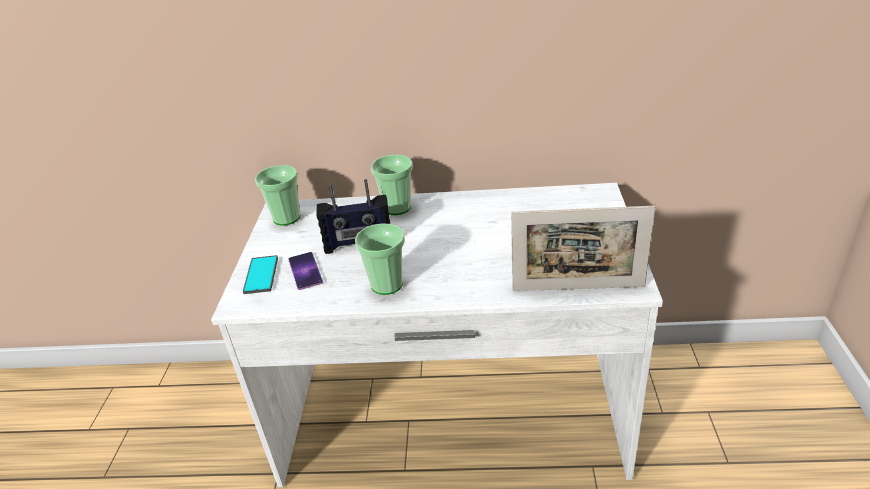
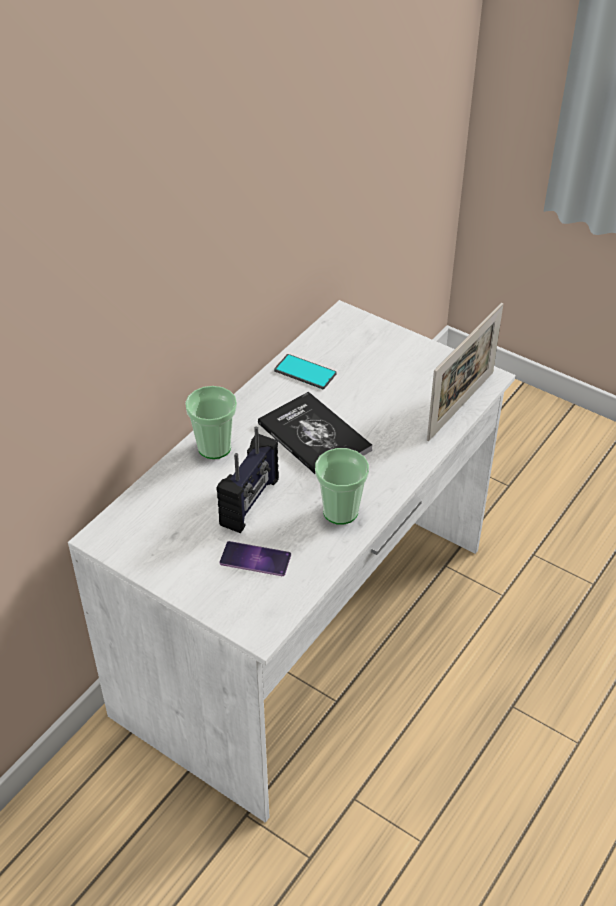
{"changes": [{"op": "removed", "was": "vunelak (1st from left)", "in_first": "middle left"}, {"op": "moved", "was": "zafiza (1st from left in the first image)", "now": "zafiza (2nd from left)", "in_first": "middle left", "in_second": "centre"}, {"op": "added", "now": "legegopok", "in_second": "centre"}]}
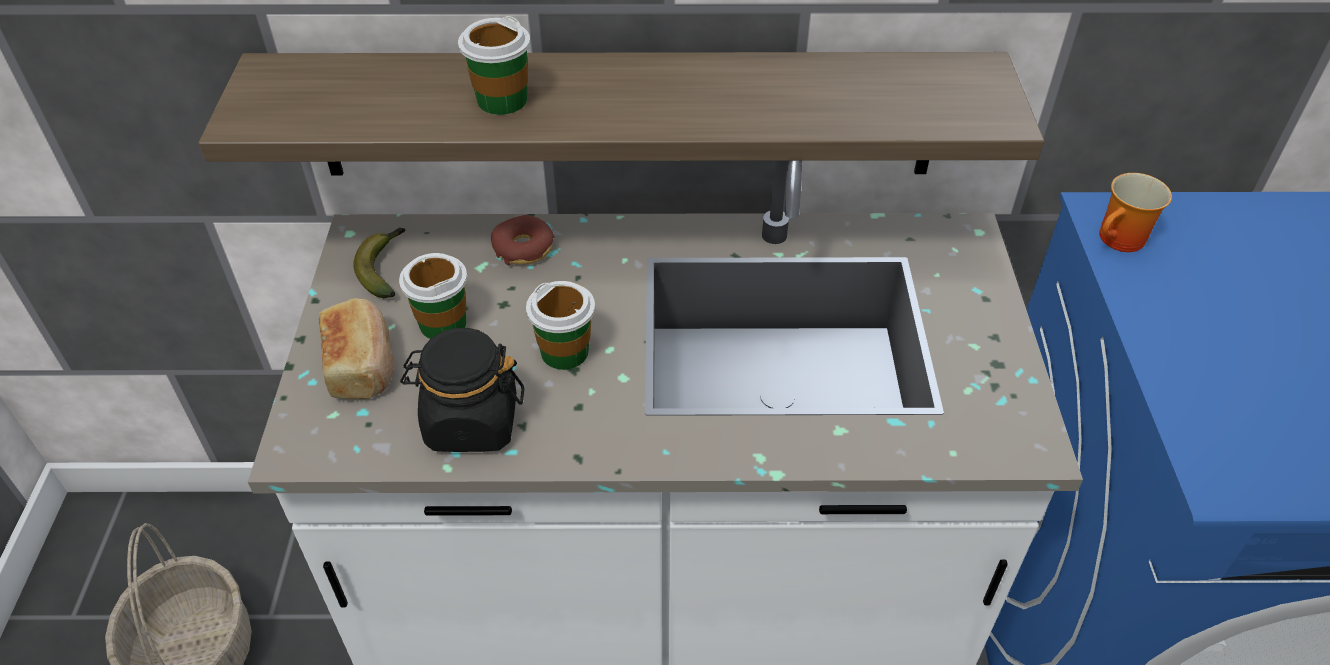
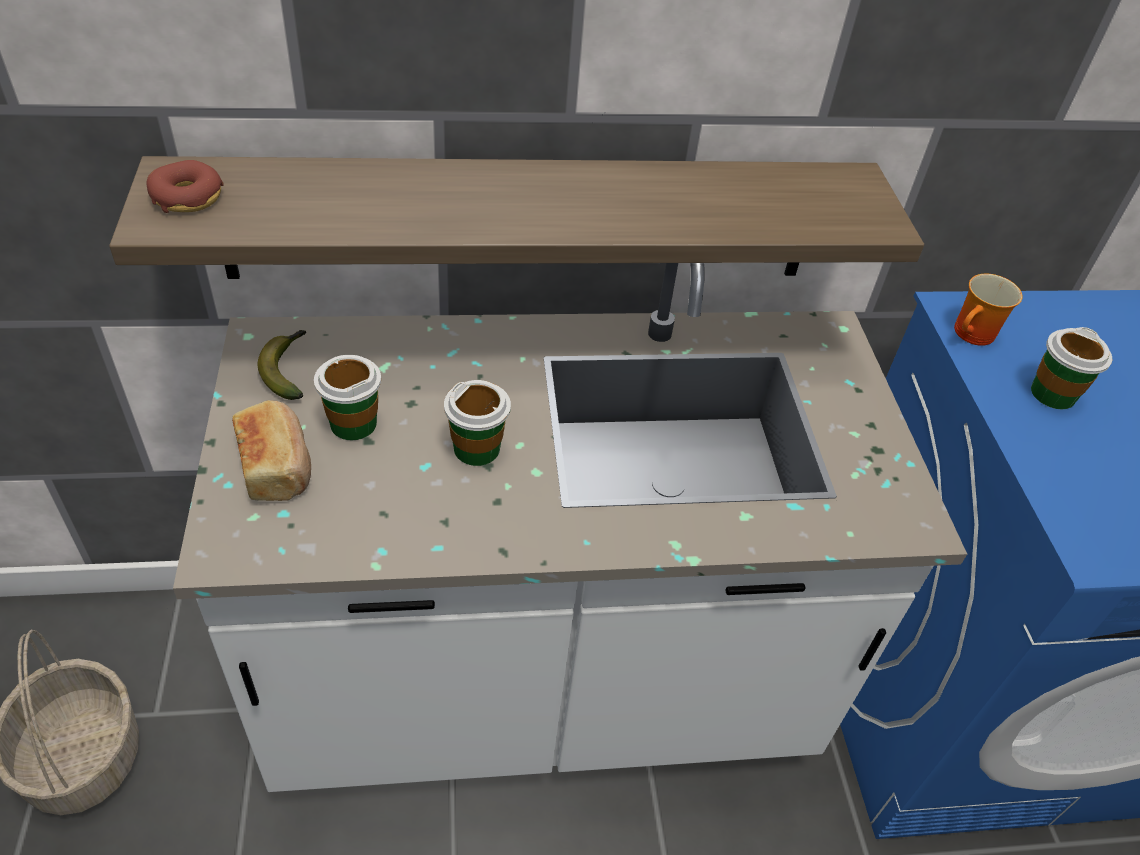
{"changes": [{"op": "moved", "was": "vunelak (2nd from left in the first image)", "now": "vunelak (3rd from left)", "in_first": "top centre", "in_second": "middle right"}, {"op": "moved", "was": "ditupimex", "in_first": "centre", "in_second": "top left"}, {"op": "removed", "was": "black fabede", "in_first": "centre"}]}
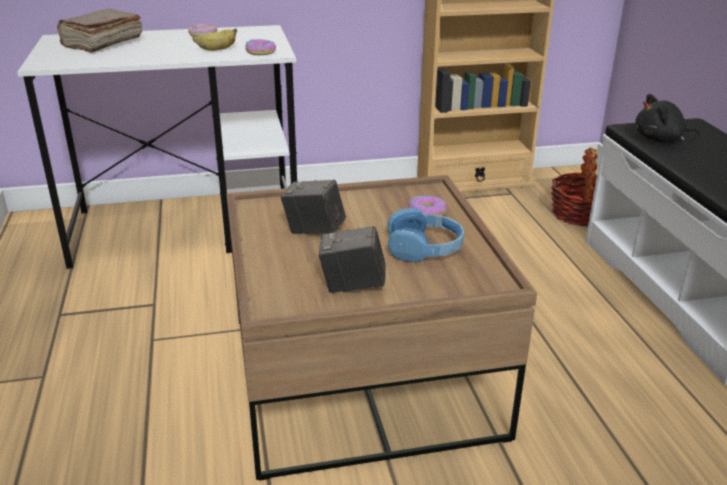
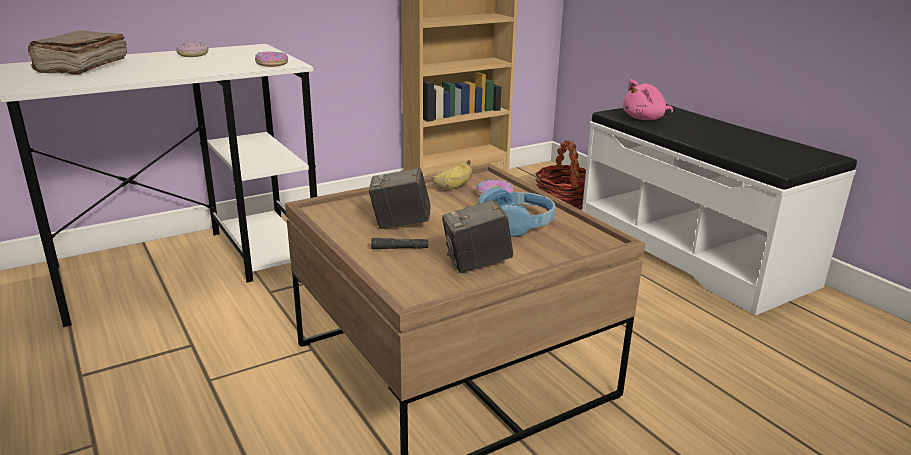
{"changes": [{"op": "moved", "was": "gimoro", "in_first": "top left", "in_second": "centre"}, {"op": "recoloured", "was": "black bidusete", "now": "pink bidusete", "in_first": "top right", "in_second": "top right"}, {"op": "added", "now": "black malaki", "in_second": "centre"}]}
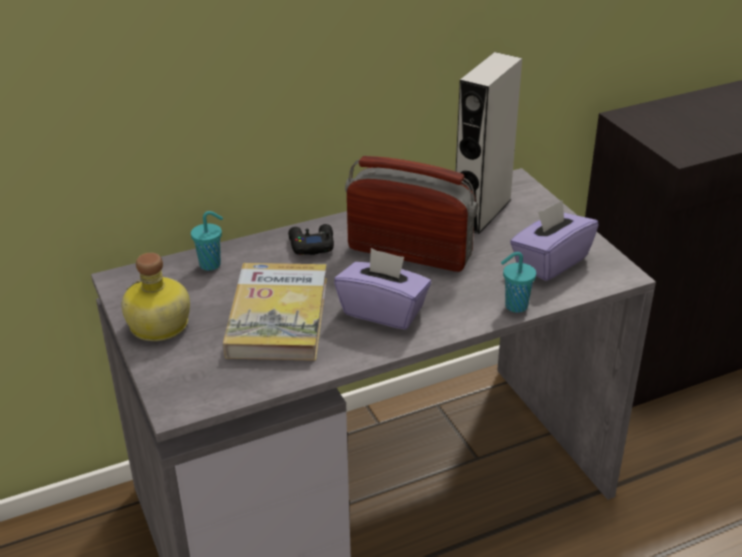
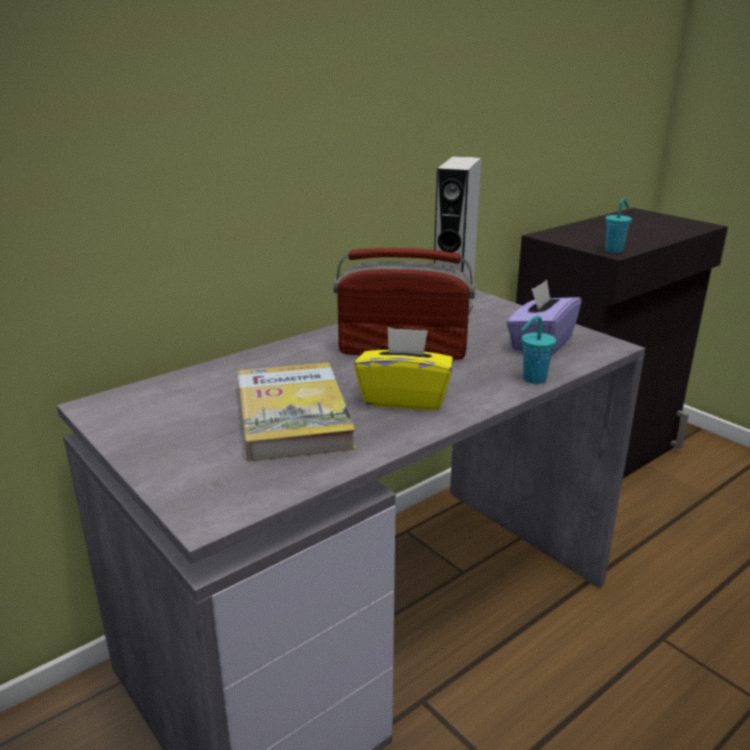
{"changes": [{"op": "moved", "was": "turquoise vunelak (1st from left in the first image)", "now": "turquoise vunelak (2nd from left)", "in_first": "middle left", "in_second": "top right"}, {"op": "removed", "was": "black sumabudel", "in_first": "centre"}, {"op": "recoloured", "was": "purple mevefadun (1st from left)", "now": "yellow mevefadun", "in_first": "centre", "in_second": "centre"}, {"op": "removed", "was": "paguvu", "in_first": "middle left"}]}
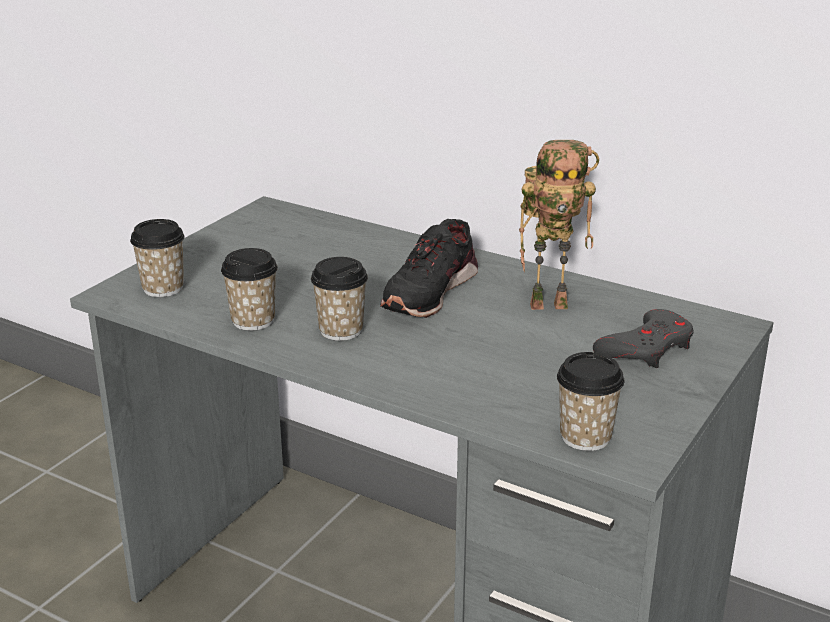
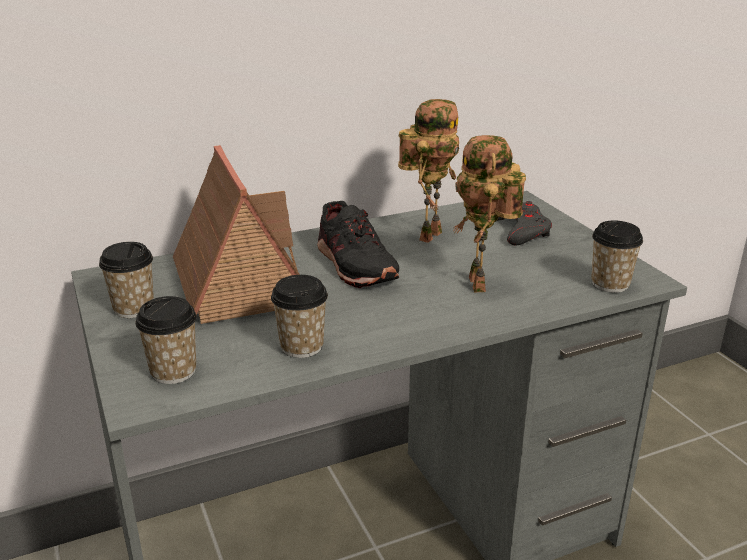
{"changes": [{"op": "moved", "was": "vunelak (3rd from left in the first image)", "now": "vunelak (1st from left)", "in_first": "centre", "in_second": "middle left"}, {"op": "added", "now": "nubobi (2nd from left)", "in_second": "centre"}, {"op": "added", "now": "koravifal", "in_second": "middle left"}]}
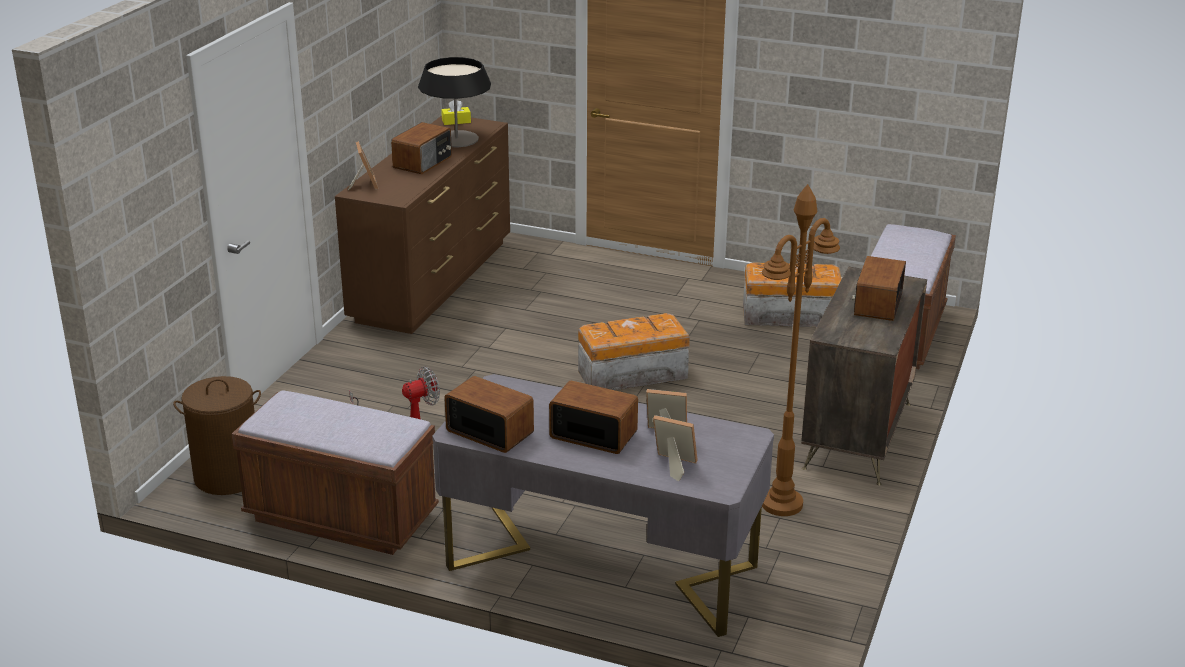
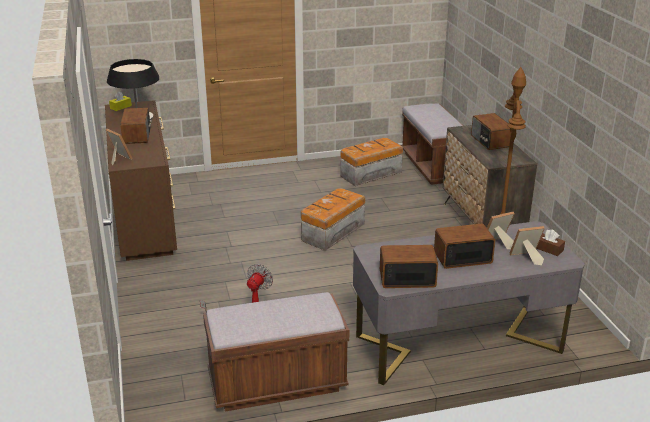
{"changes": [{"op": "removed", "was": "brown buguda", "in_first": "middle left"}, {"op": "added", "now": "brown mevefadun", "in_second": "middle right"}]}
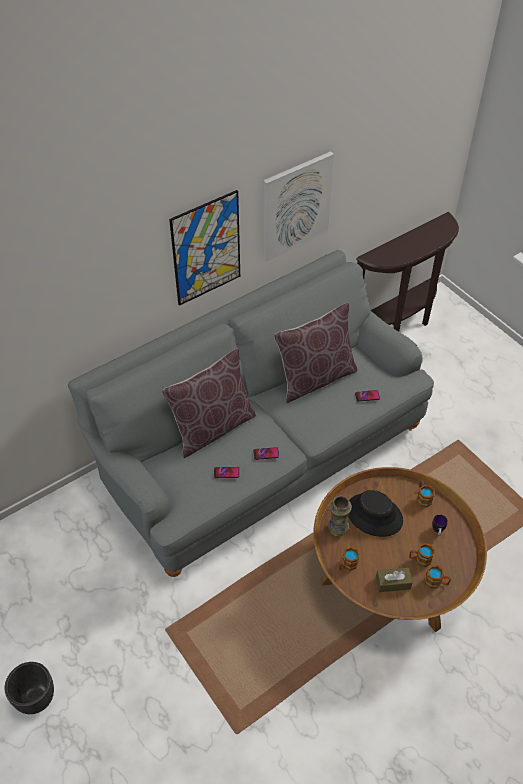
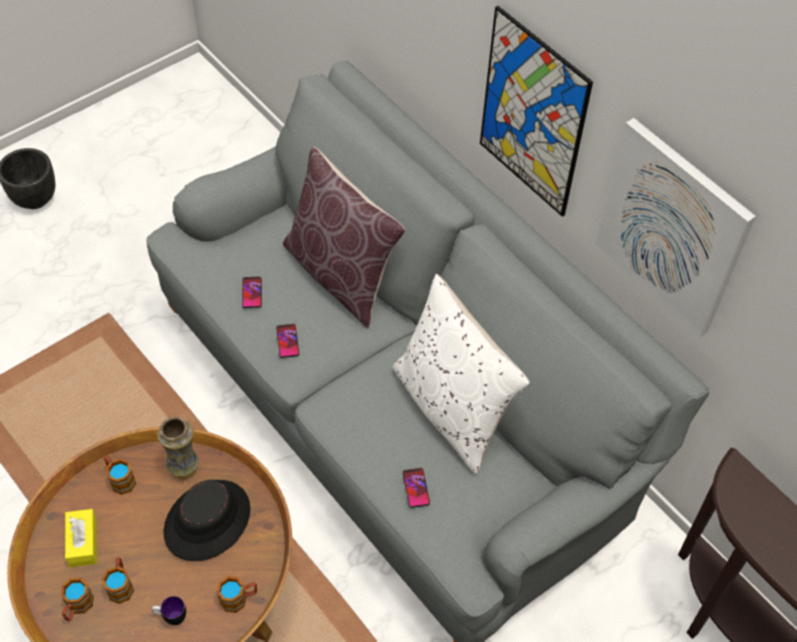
{"changes": [{"op": "recoloured", "was": "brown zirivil (2nd from left)", "now": "white zirivil", "in_first": "centre", "in_second": "centre"}, {"op": "recoloured", "was": "brown mevefadun", "now": "yellow mevefadun", "in_first": "bottom right", "in_second": "bottom left"}]}
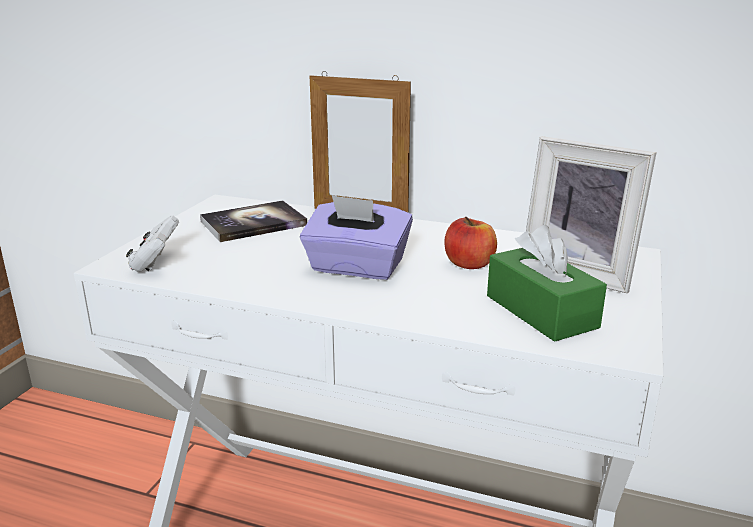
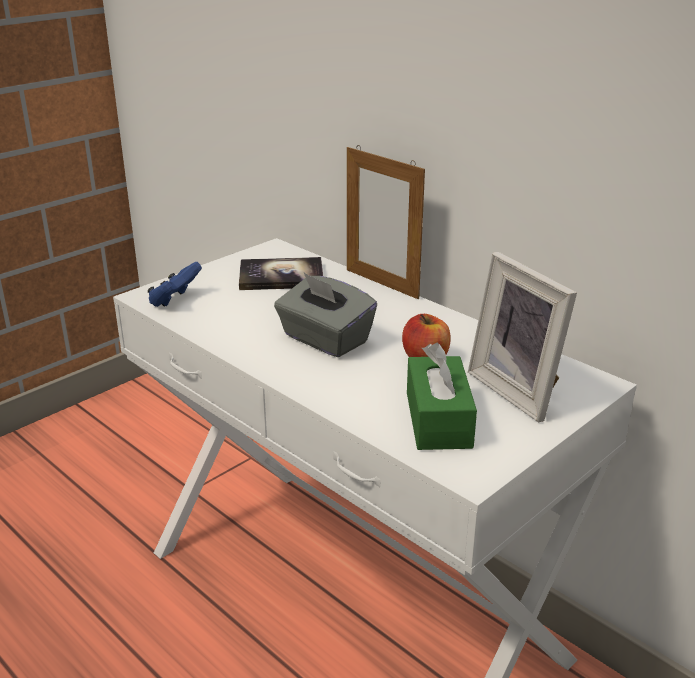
{"changes": [{"op": "recoloured", "was": "purple mevefadun", "now": "grey mevefadun", "in_first": "centre", "in_second": "centre"}, {"op": "recoloured", "was": "white sumabudel", "now": "blue sumabudel", "in_first": "middle left", "in_second": "middle left"}]}
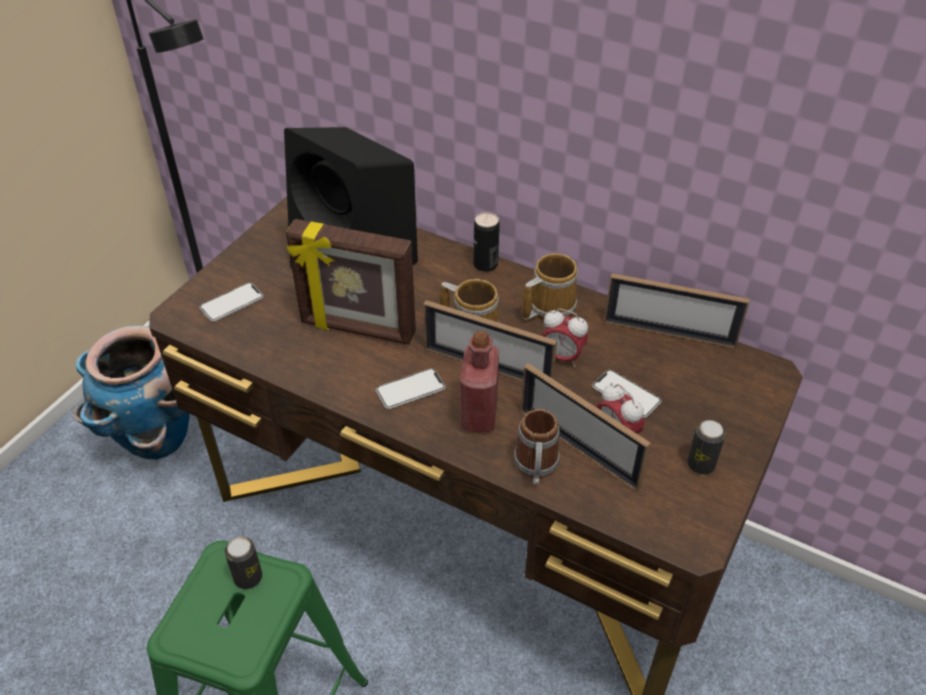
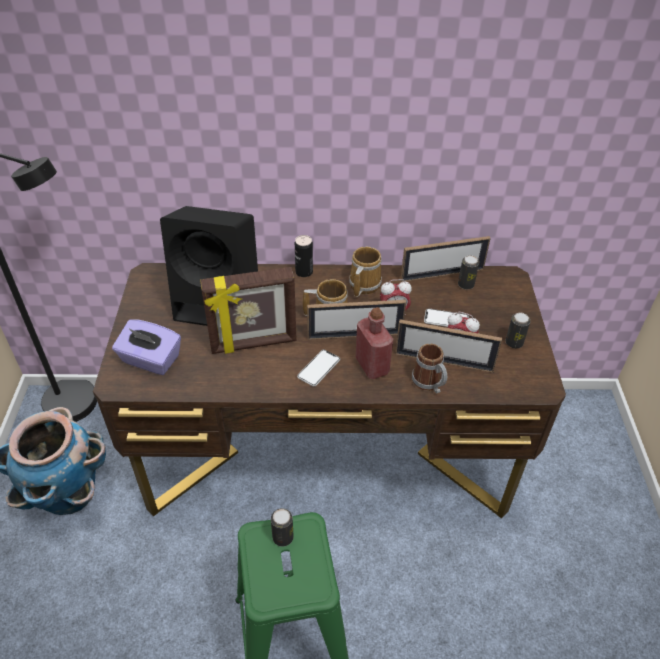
{"changes": [{"op": "replaced", "was": "zafiza (1st from left)", "now": "purple mevefadun", "in_first": "middle left", "in_second": "middle left"}, {"op": "added", "now": "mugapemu (3rd from left)", "in_second": "middle right"}]}
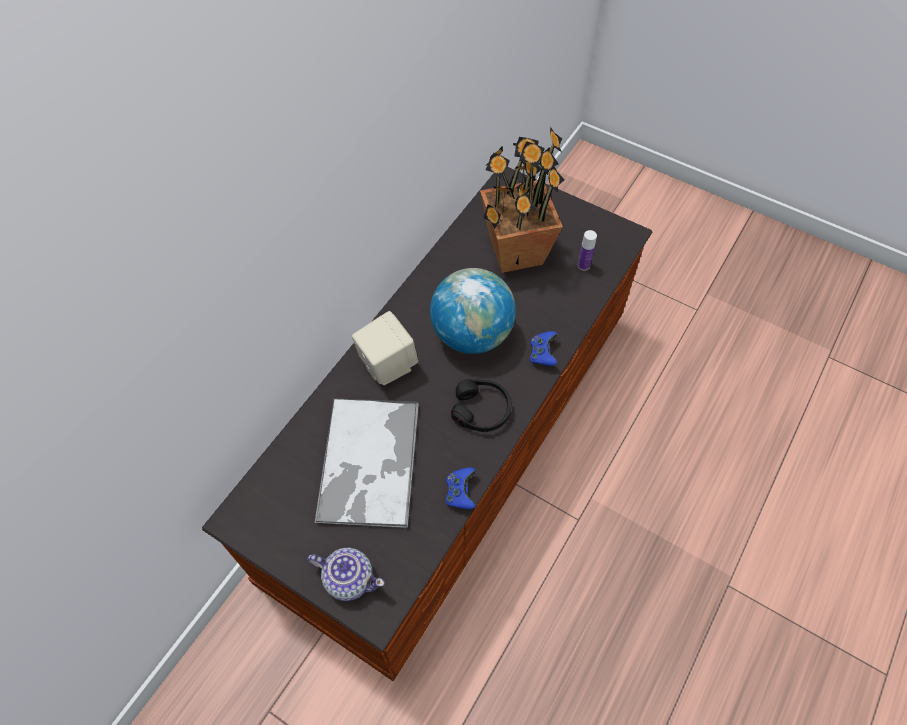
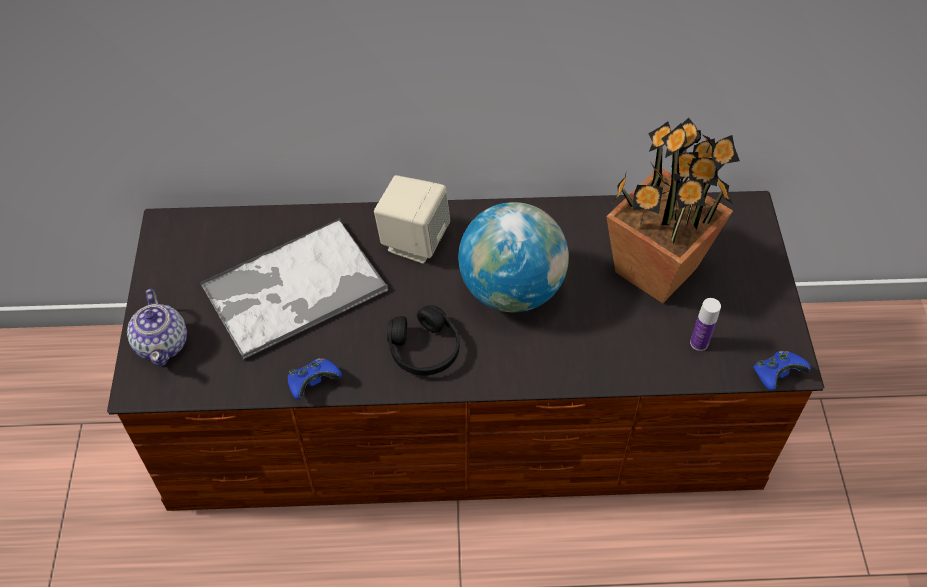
{"changes": [{"op": "moved", "was": "blue sumabudel (2nd from left)", "in_first": "centre", "in_second": "middle right"}]}
